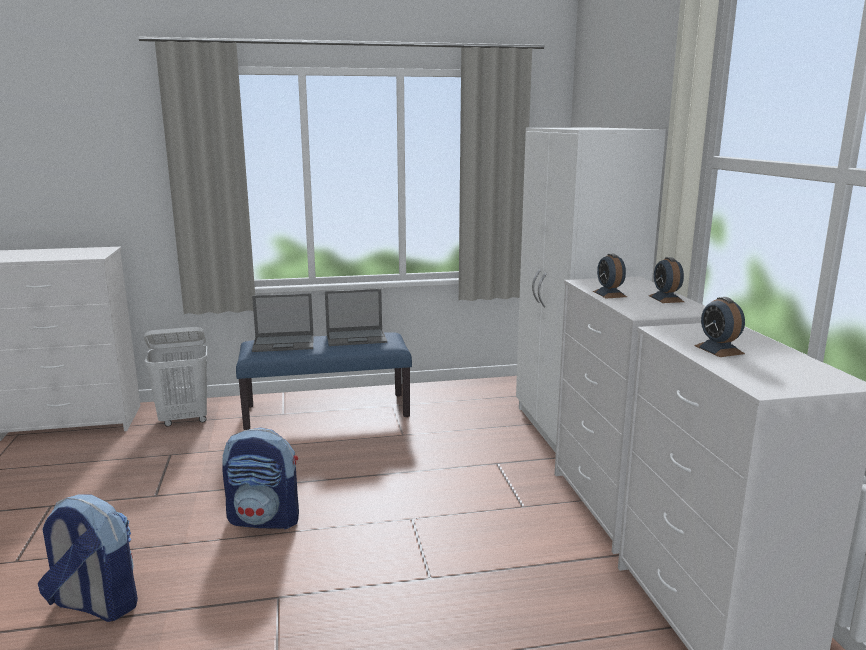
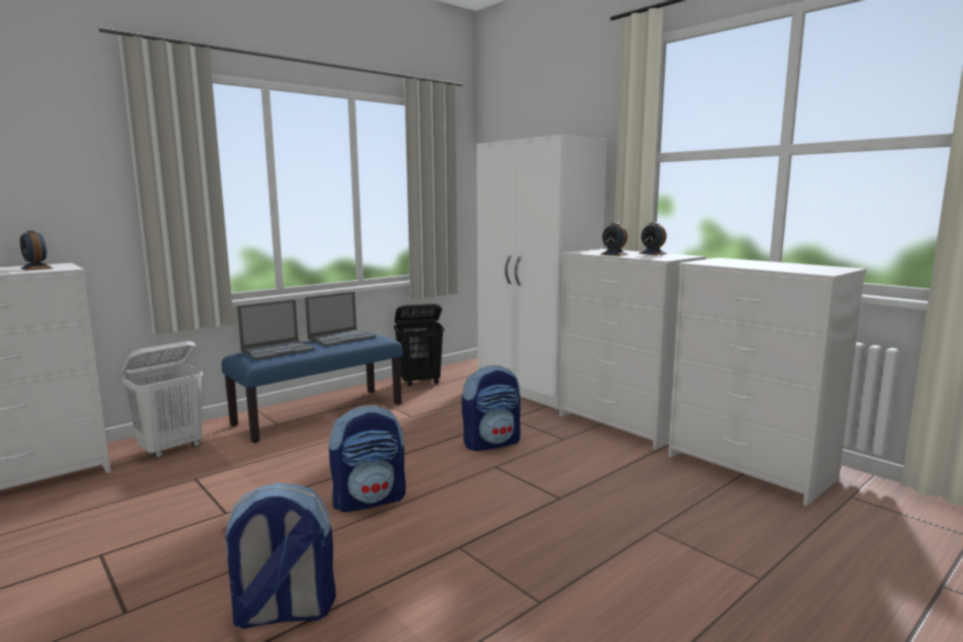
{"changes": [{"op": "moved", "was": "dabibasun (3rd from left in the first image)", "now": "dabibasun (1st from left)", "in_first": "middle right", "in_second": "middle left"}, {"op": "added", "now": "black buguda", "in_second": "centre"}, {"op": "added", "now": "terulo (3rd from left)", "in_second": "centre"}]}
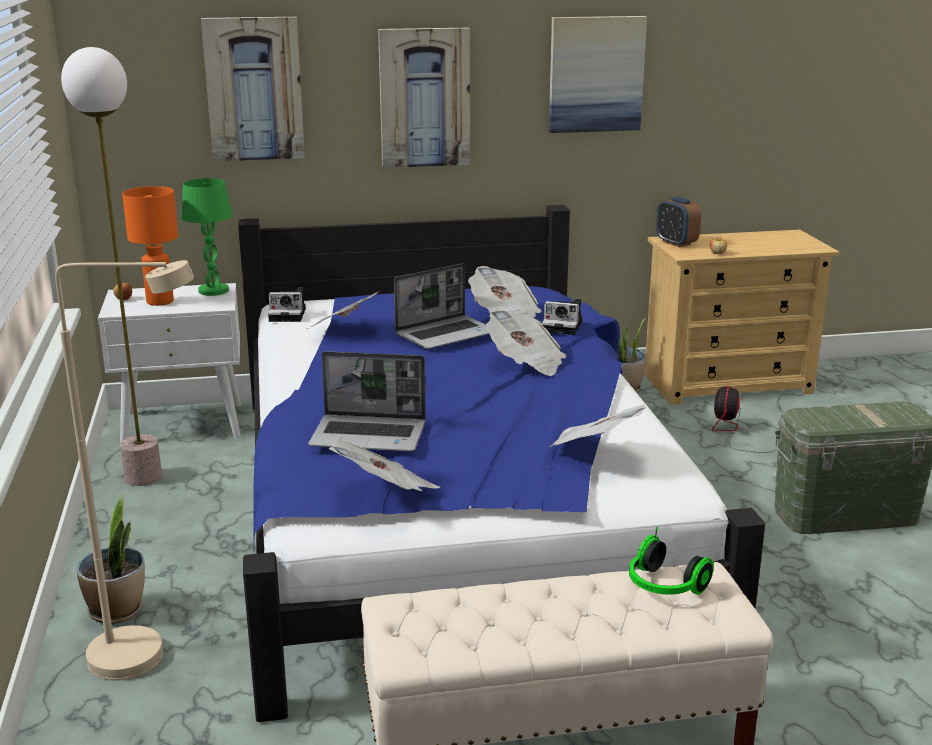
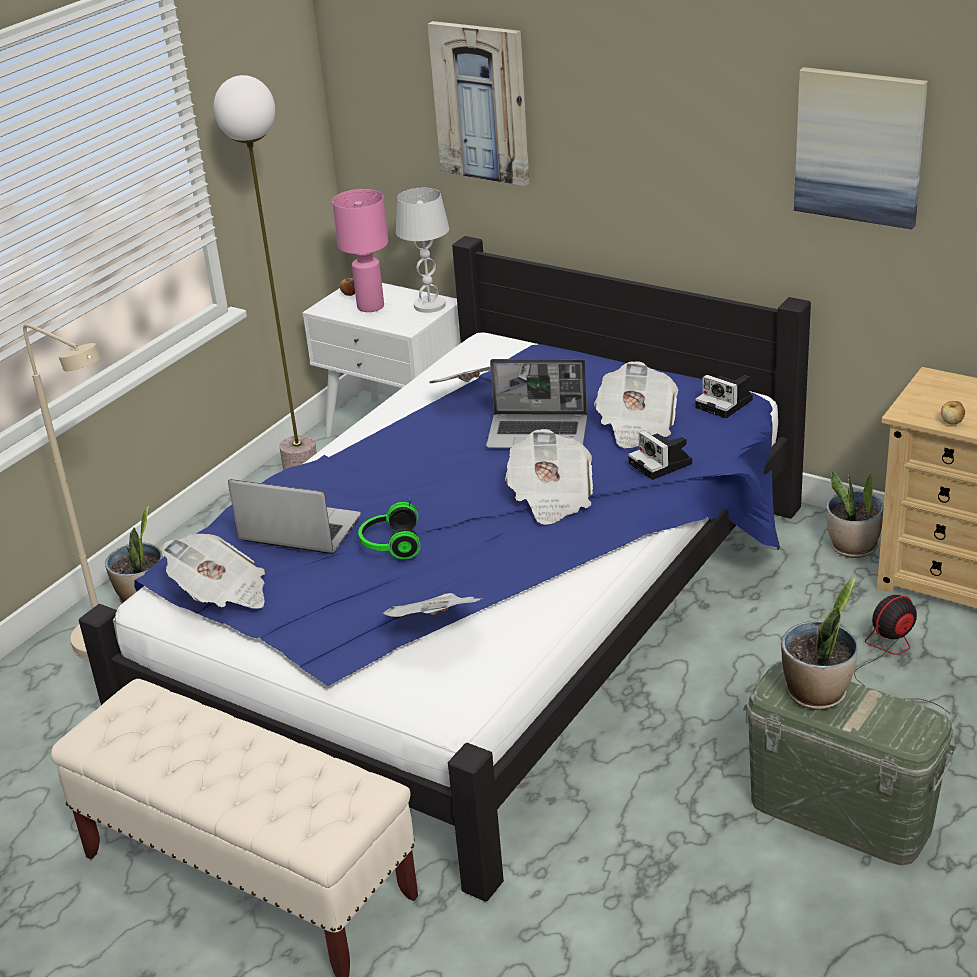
{"changes": [{"op": "removed", "was": "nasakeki (2nd from left)", "in_first": "top centre"}, {"op": "recoloured", "was": "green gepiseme", "now": "white gepiseme", "in_first": "top left", "in_second": "top centre"}, {"op": "recoloured", "was": "orange gepiseme", "now": "pink gepiseme", "in_first": "top left", "in_second": "top centre"}, {"op": "removed", "was": "dabibasun", "in_first": "top right"}, {"op": "moved", "was": "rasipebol (1st from left in the first image)", "now": "rasipebol (2nd from left)", "in_first": "middle left", "in_second": "middle right"}, {"op": "turned", "was": "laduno (1st from left)", "in_first": "centre", "in_second": "middle left", "clockwise": 150}, {"op": "moved", "was": "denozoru", "in_first": "bottom right", "in_second": "centre"}, {"op": "added", "now": "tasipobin (2nd from left)", "in_second": "middle right"}]}
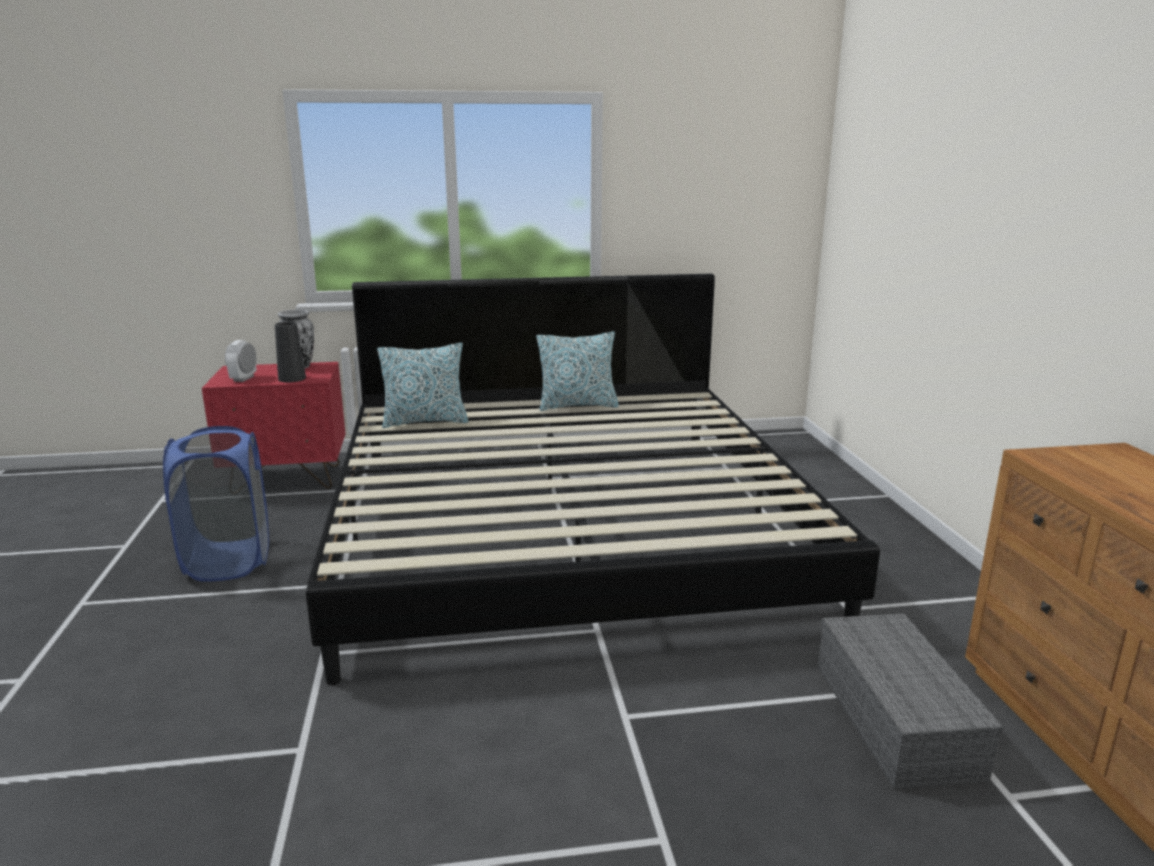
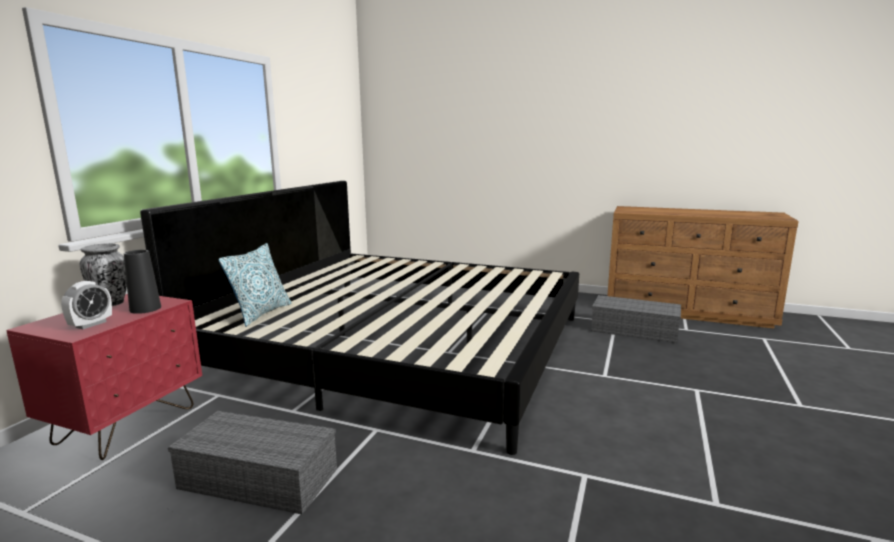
{"changes": [{"op": "removed", "was": "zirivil (2nd from left)", "in_first": "centre"}, {"op": "turned", "was": "dabibasun", "in_first": "middle left", "in_second": "middle left", "clockwise": -105}, {"op": "replaced", "was": "blue buguda", "now": "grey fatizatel (1st from left)", "in_first": "middle left", "in_second": "bottom left"}]}
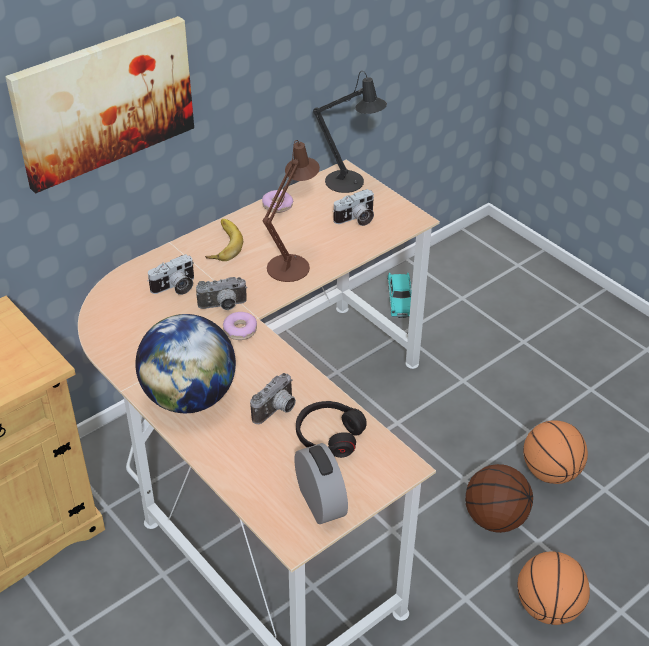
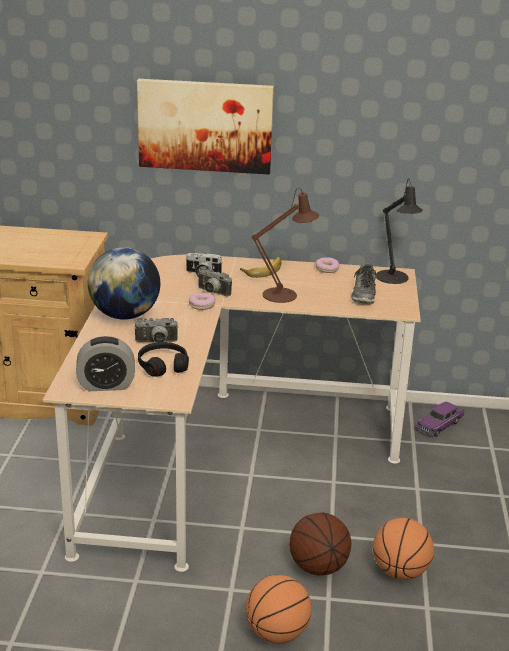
{"changes": [{"op": "replaced", "was": "rasipebol (4th from left)", "now": "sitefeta", "in_first": "top centre", "in_second": "middle right"}, {"op": "recoloured", "was": "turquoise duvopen", "now": "purple duvopen", "in_first": "centre", "in_second": "middle right"}, {"op": "turned", "was": "dabibasun", "in_first": "bottom centre", "in_second": "middle left", "clockwise": 60}]}
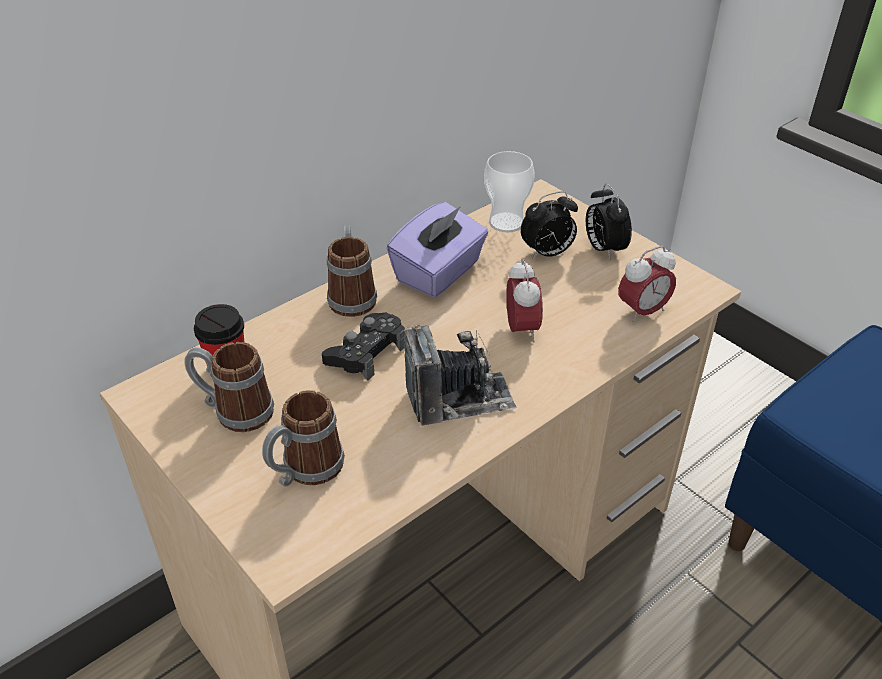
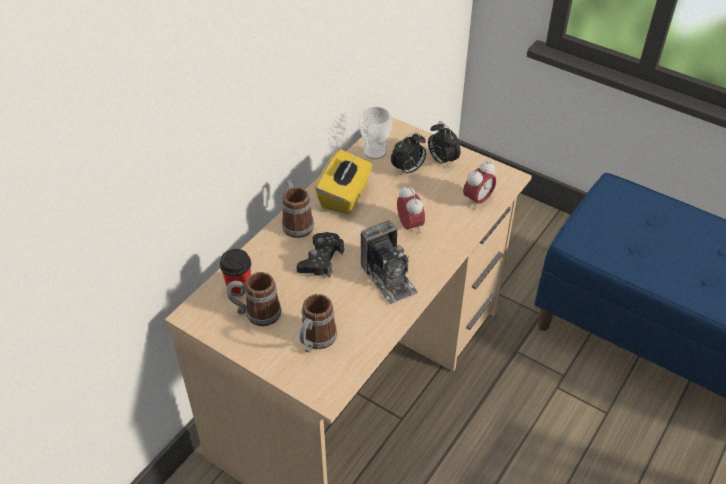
{"changes": [{"op": "recoloured", "was": "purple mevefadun", "now": "yellow mevefadun", "in_first": "centre", "in_second": "centre"}, {"op": "turned", "was": "rasipebol", "in_first": "centre", "in_second": "centre", "clockwise": 90}]}
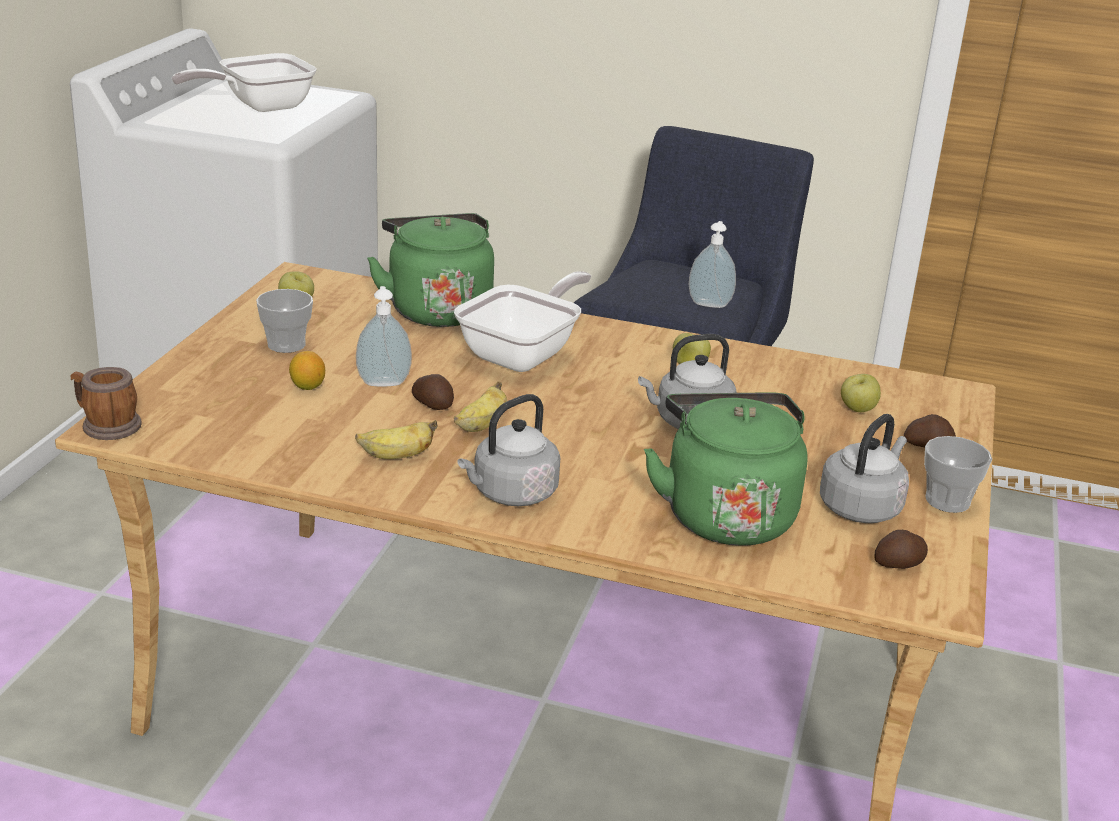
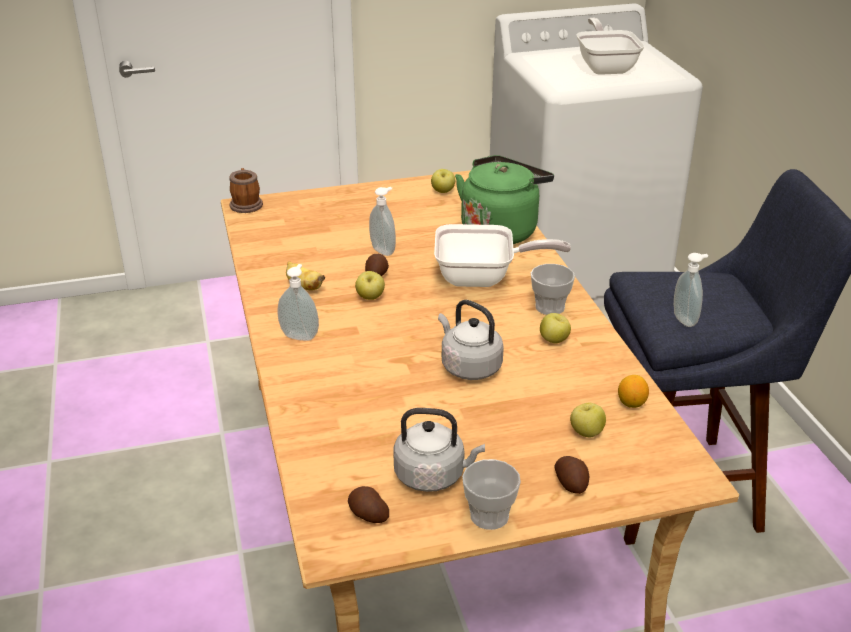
{"changes": [{"op": "turned", "was": "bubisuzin (1st from left in the first image)", "in_first": "top left", "in_second": "top right", "clockwise": 60}, {"op": "moved", "was": "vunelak (1st from left in the first image)", "now": "vunelak (2nd from left)", "in_first": "middle left", "in_second": "centre"}, {"op": "moved", "was": "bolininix", "in_first": "middle left", "in_second": "middle right"}, {"op": "replaced", "was": "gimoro (2nd from left)", "now": "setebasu (1st from left)", "in_first": "centre", "in_second": "centre"}, {"op": "removed", "was": "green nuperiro (2nd from left)", "in_first": "centre"}, {"op": "replaced", "was": "grey nuperiro (1st from left)", "now": "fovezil (1st from left)", "in_first": "centre", "in_second": "centre"}]}
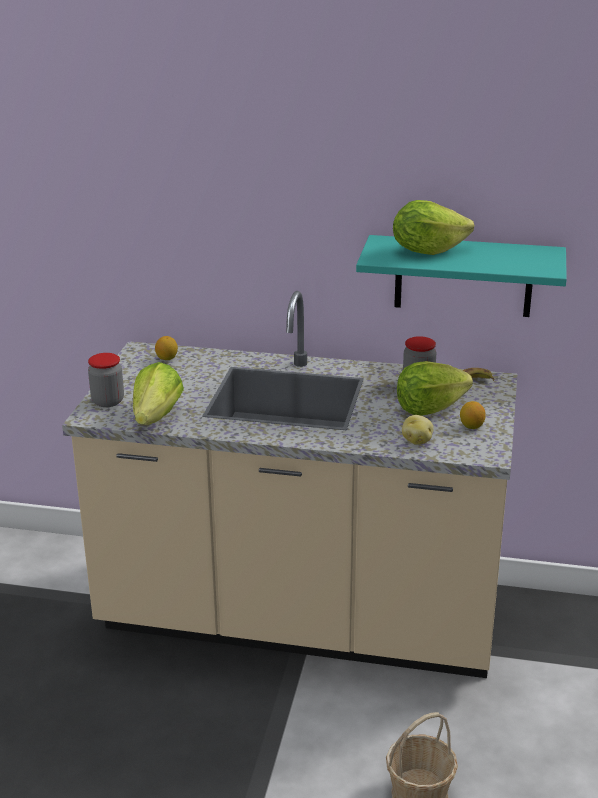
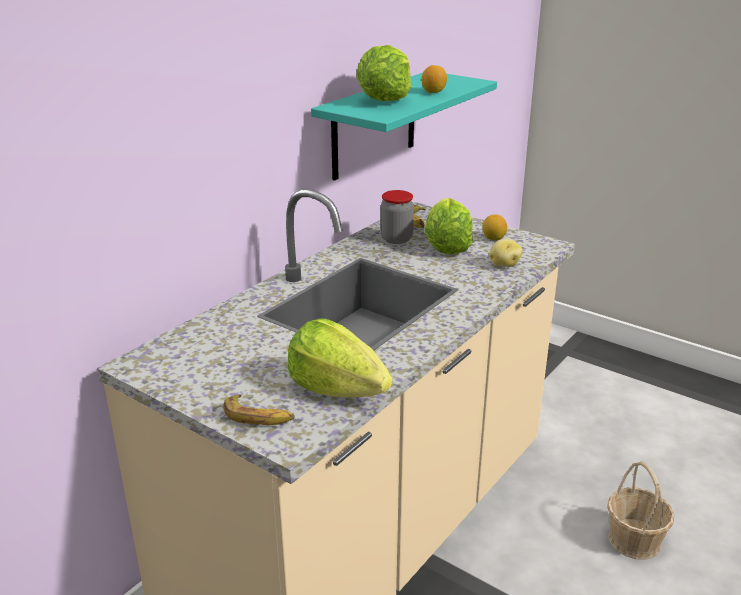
{"changes": [{"op": "moved", "was": "bolininix (1st from left)", "in_first": "middle left", "in_second": "top centre"}, {"op": "replaced", "was": "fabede (1st from left)", "now": "gimoro (1st from left)", "in_first": "middle left", "in_second": "bottom centre"}]}
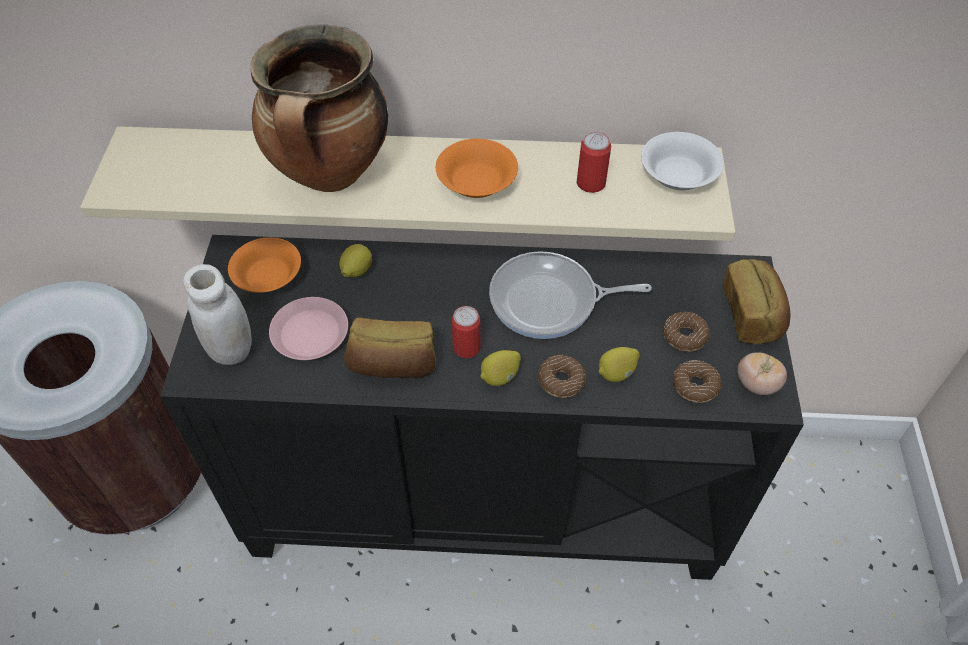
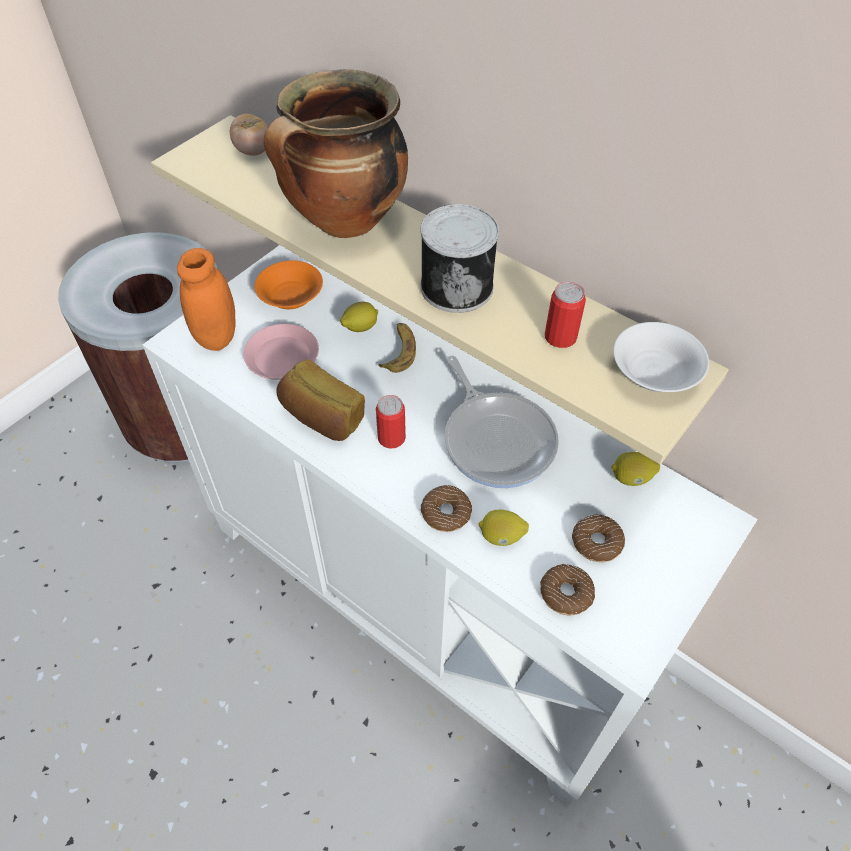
{"changes": [{"op": "replaced", "was": "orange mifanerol (2nd from left)", "now": "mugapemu (2nd from left)", "in_first": "top centre", "in_second": "top centre"}, {"op": "recoloured", "was": "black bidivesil", "now": "white bidivesil", "in_first": "centre", "in_second": "centre"}, {"op": "turned", "was": "bubisuzin", "in_first": "centre", "in_second": "centre", "clockwise": -150}, {"op": "removed", "was": "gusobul (2nd from left)", "in_first": "middle right"}, {"op": "recoloured", "was": "white fabede", "now": "orange fabede", "in_first": "middle left", "in_second": "middle left"}, {"op": "moved", "was": "bolininix (2nd from left in the first image)", "now": "bolininix (3rd from left)", "in_first": "centre", "in_second": "middle right"}, {"op": "moved", "was": "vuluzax", "in_first": "middle right", "in_second": "top left"}, {"op": "added", "now": "gimoro", "in_second": "centre"}]}
